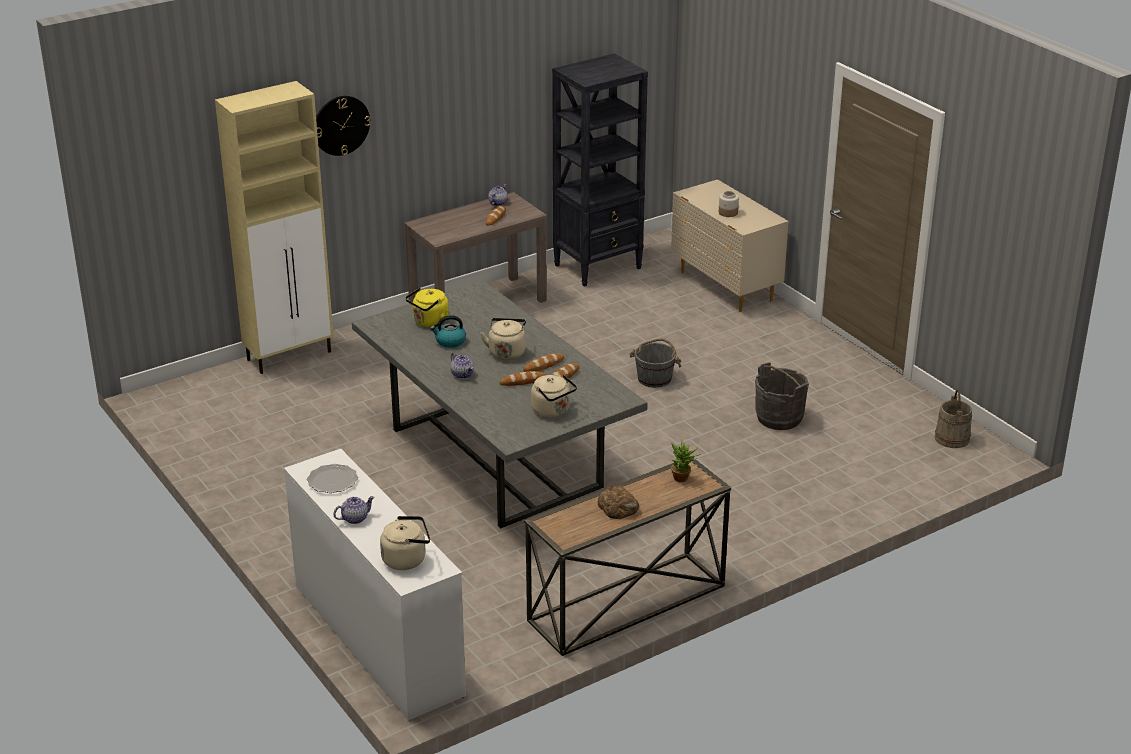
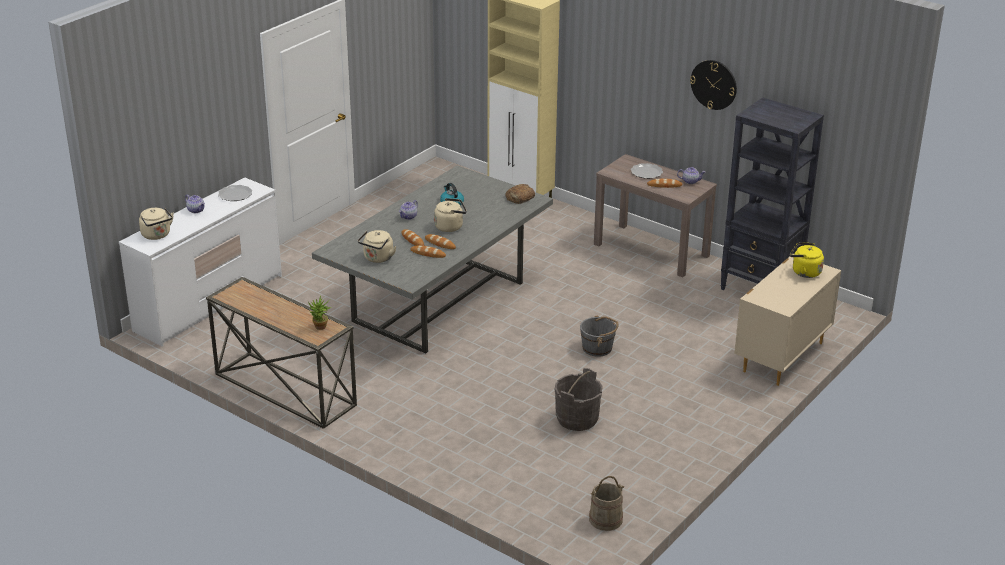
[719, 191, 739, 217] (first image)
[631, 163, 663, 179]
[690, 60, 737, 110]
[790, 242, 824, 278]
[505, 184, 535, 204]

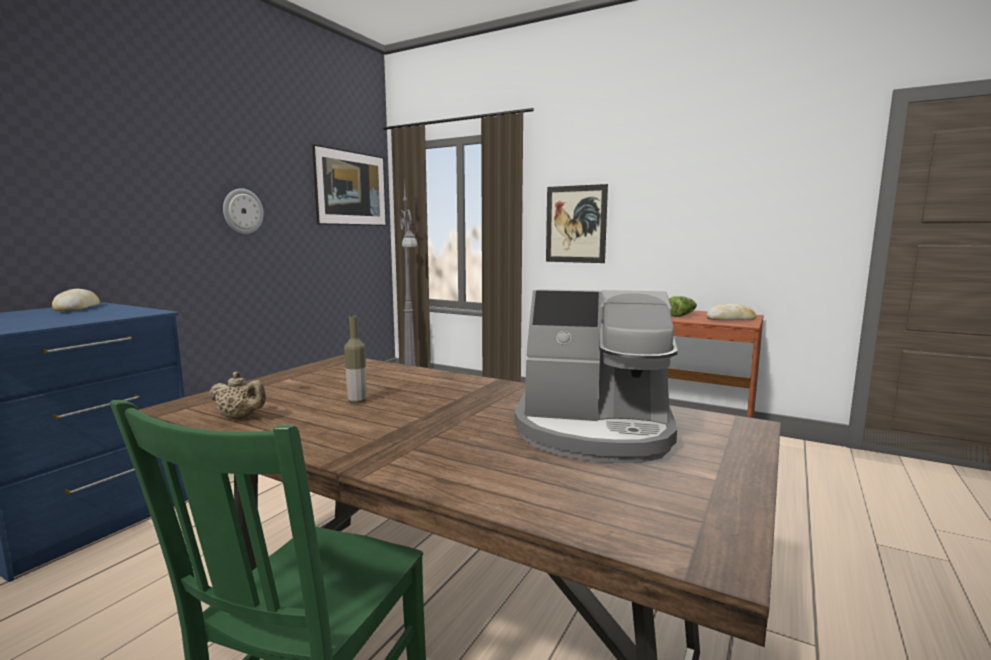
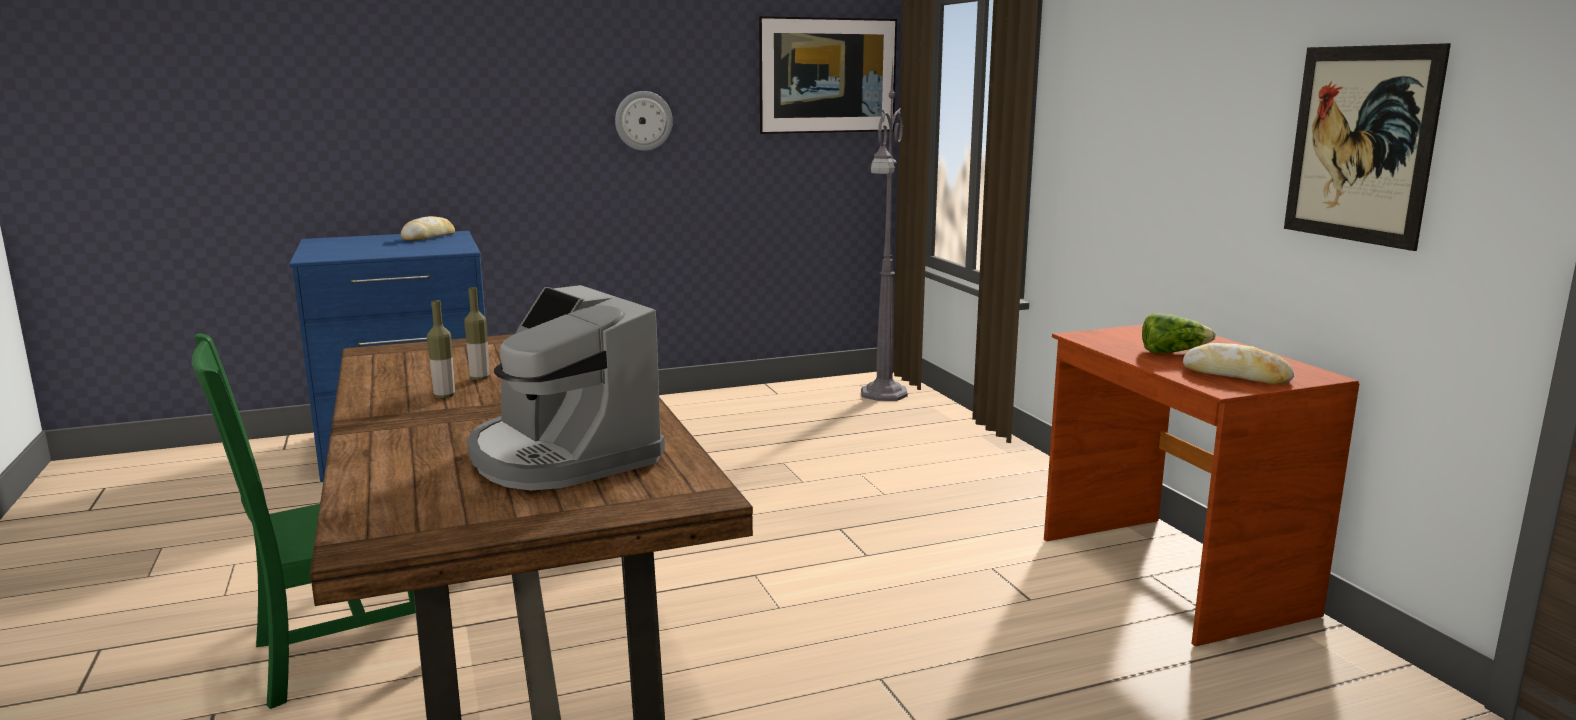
[209, 372, 266, 419] (first image)
[427, 300, 455, 398]
[1284, 43, 1451, 251]

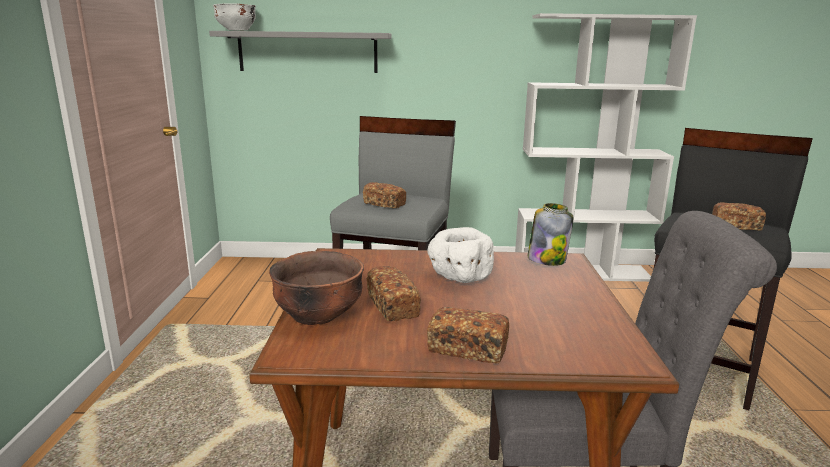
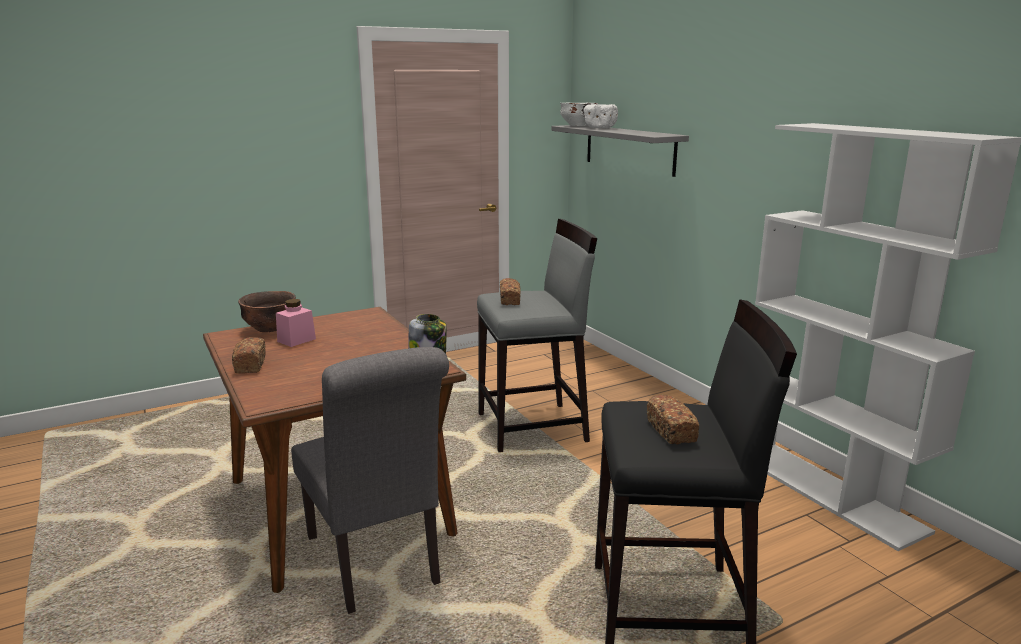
[584, 104, 618, 128]
[276, 299, 316, 347]

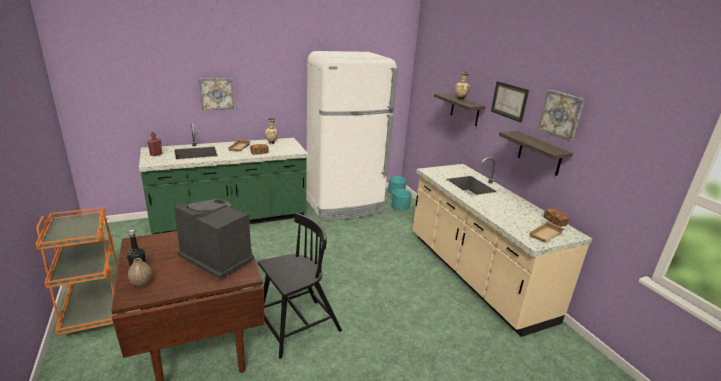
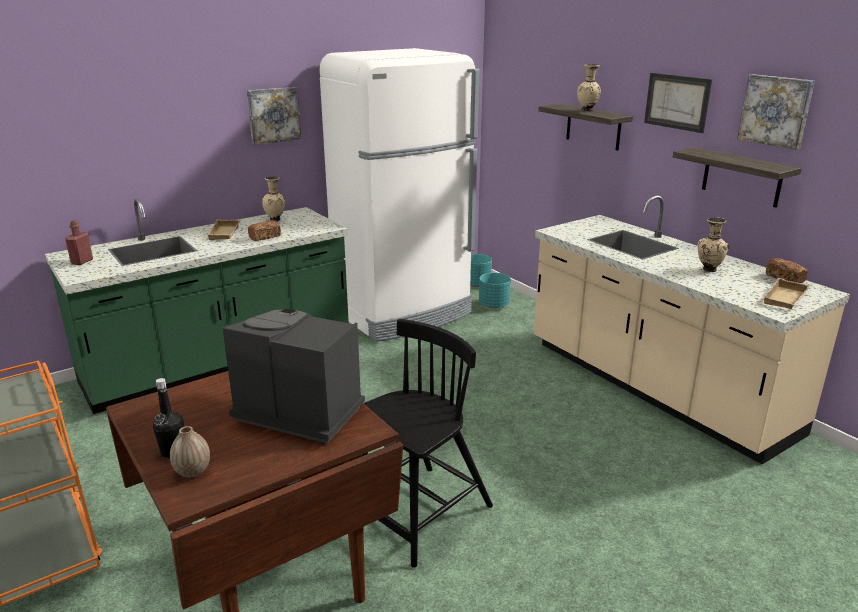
[697, 217, 729, 272]
[247, 87, 301, 145]

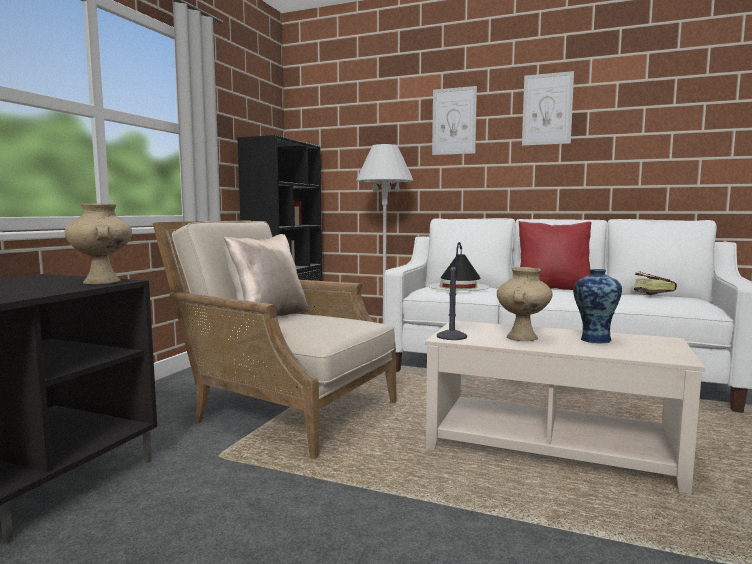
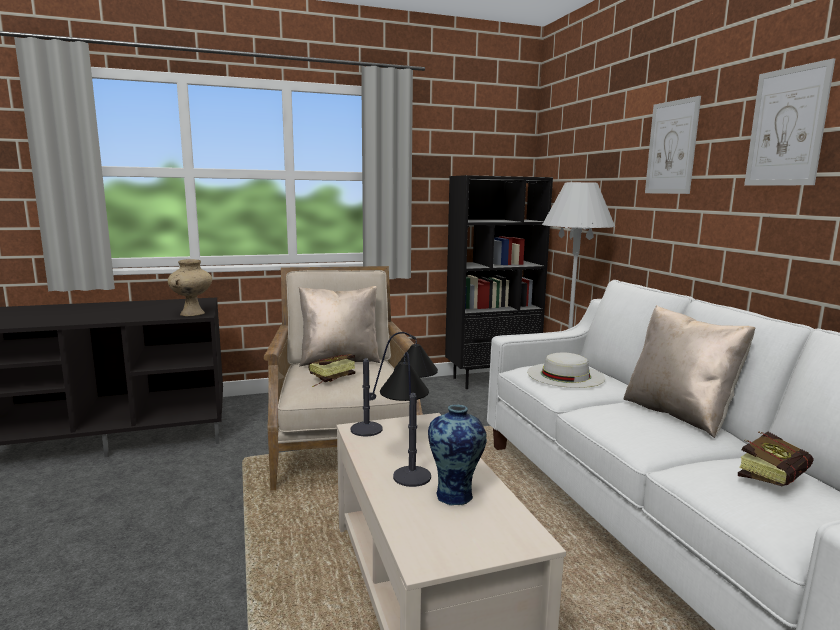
[308, 354, 355, 387]
[380, 352, 431, 487]
[624, 305, 755, 438]

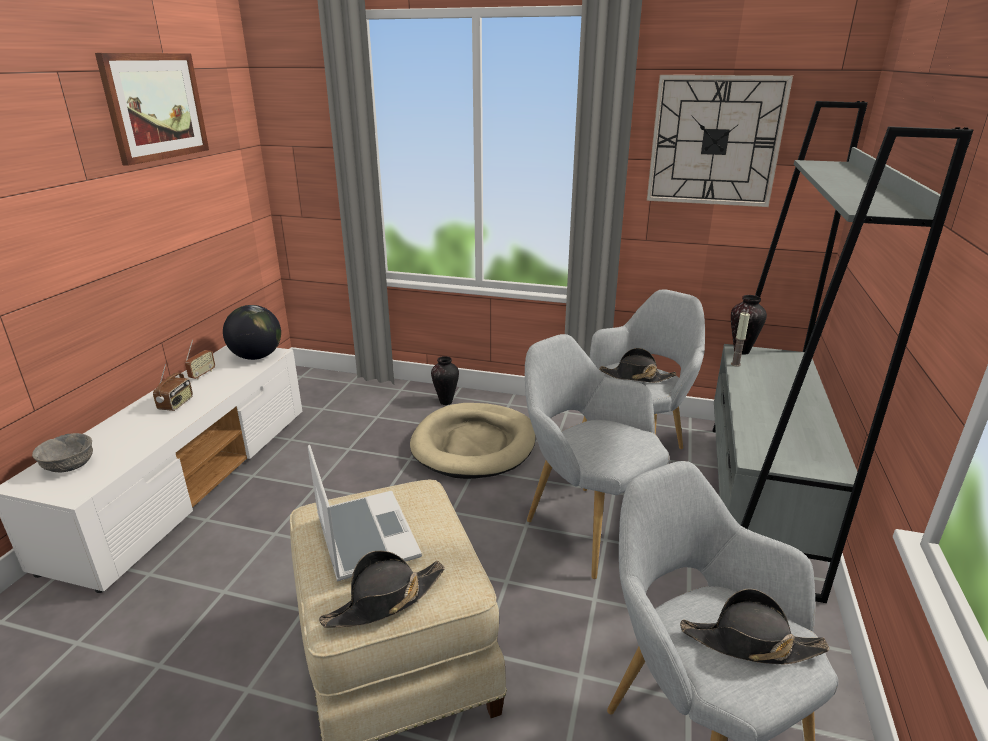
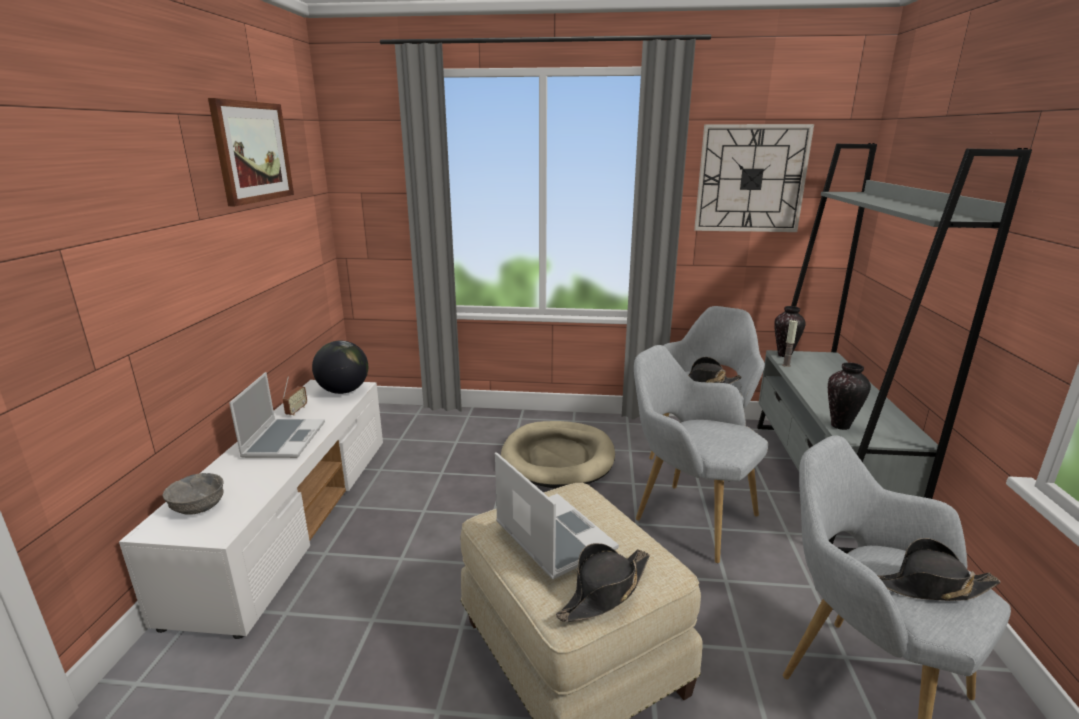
[828, 362, 871, 430]
[229, 372, 325, 458]

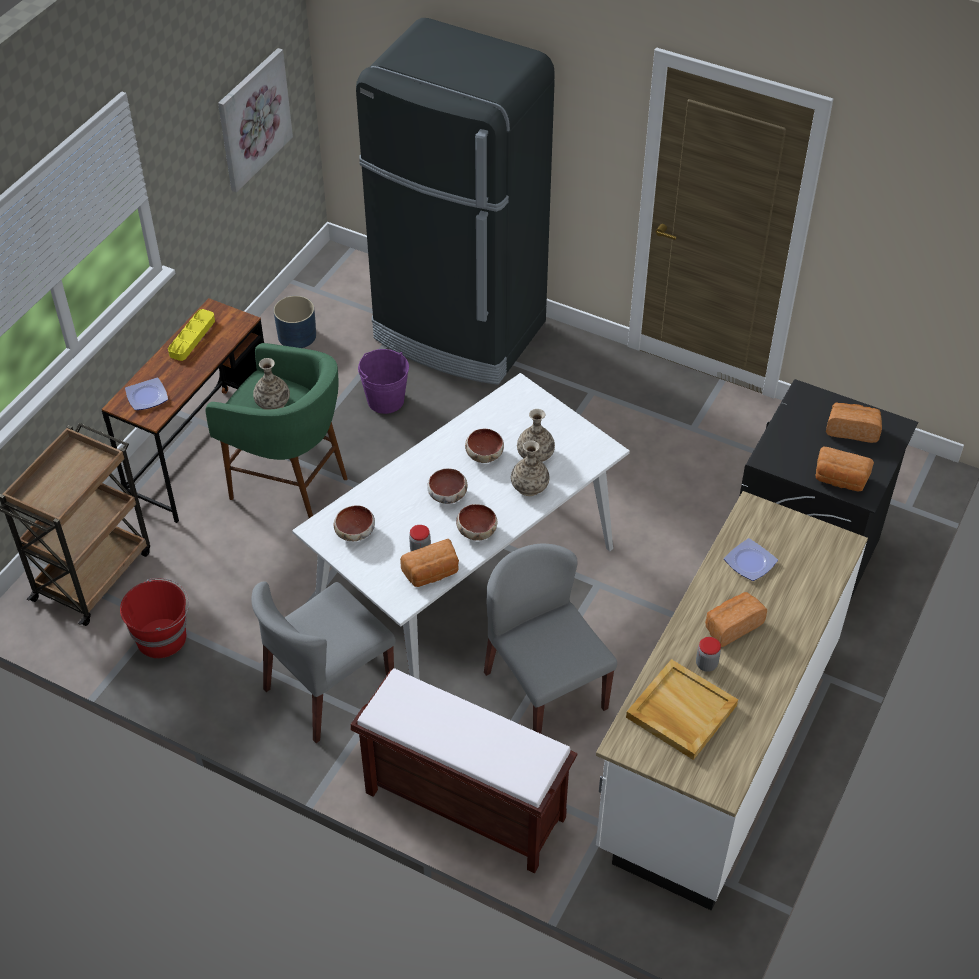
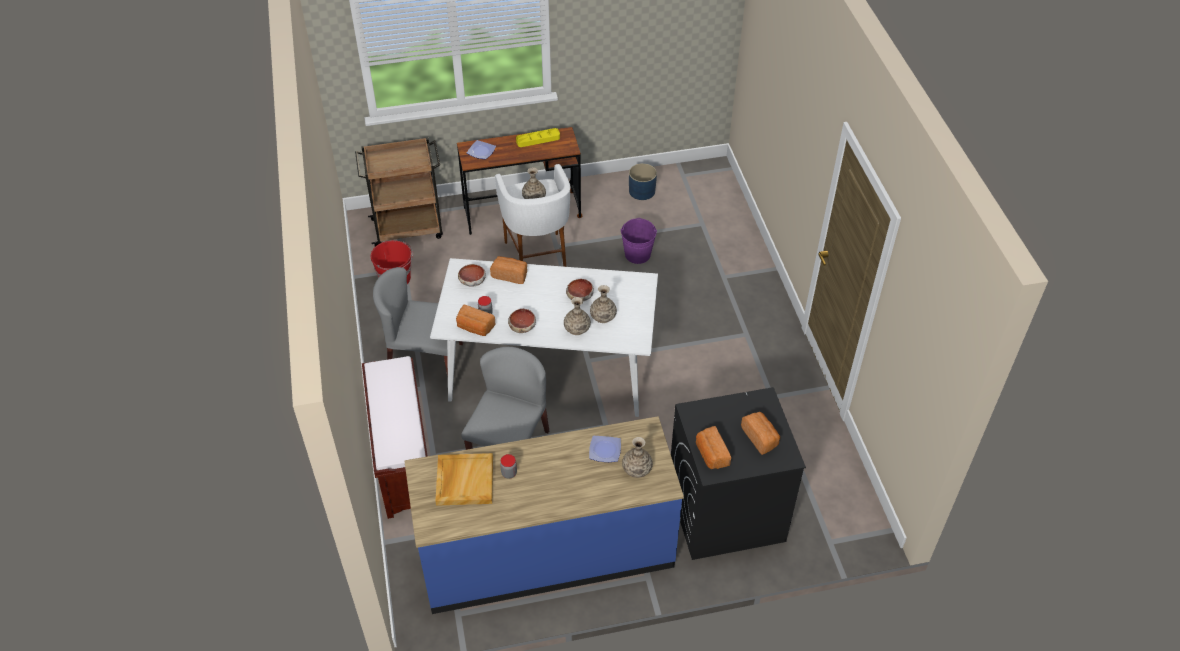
[218, 48, 293, 193] (first image)
[356, 18, 555, 385] (first image)
[427, 468, 467, 504] (first image)
[622, 437, 653, 478]
[490, 256, 527, 284]
[495, 164, 570, 267]
[404, 416, 684, 614]

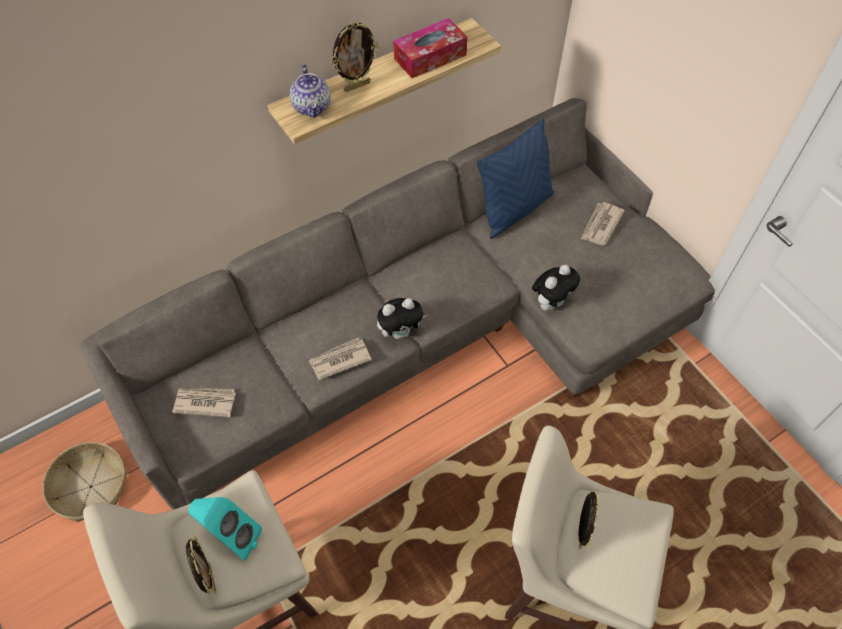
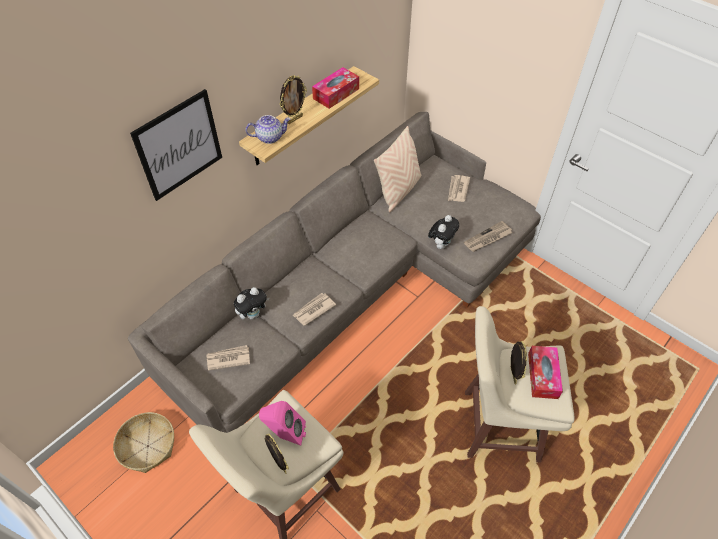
[130, 89, 222, 201]
[464, 221, 512, 252]
[528, 346, 563, 399]
[234, 287, 270, 319]
[259, 401, 306, 446]
[374, 126, 421, 213]
[245, 115, 291, 144]

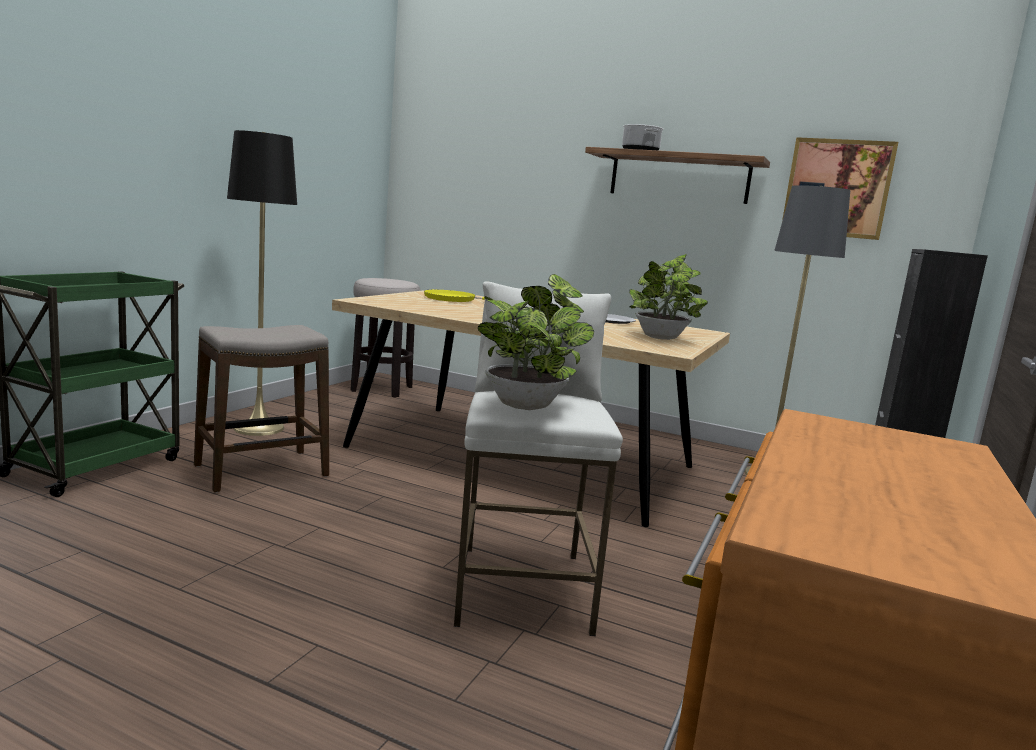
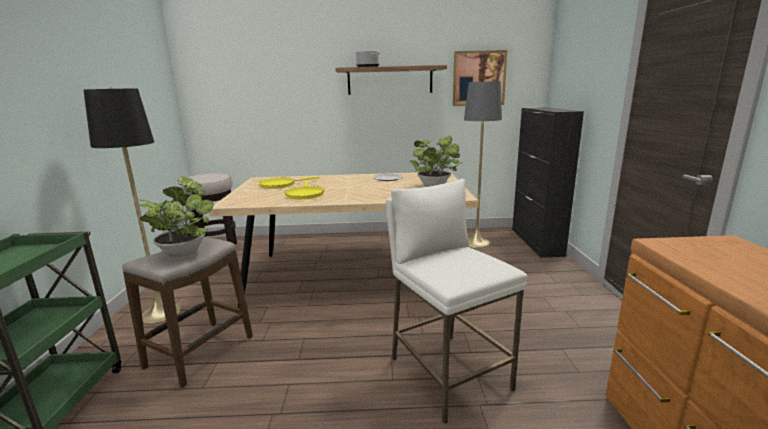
[284, 181, 324, 199]
[140, 176, 214, 257]

